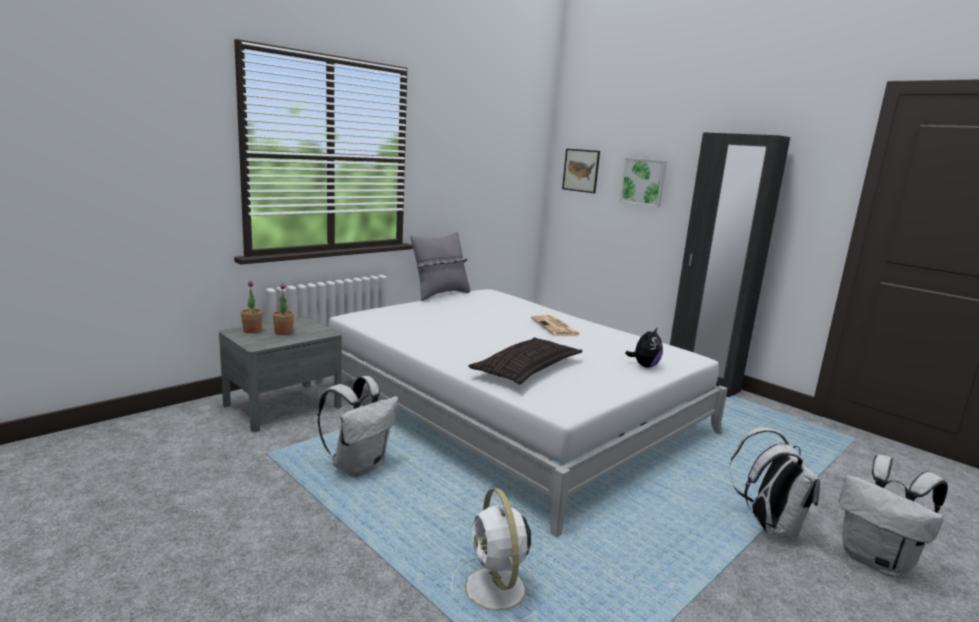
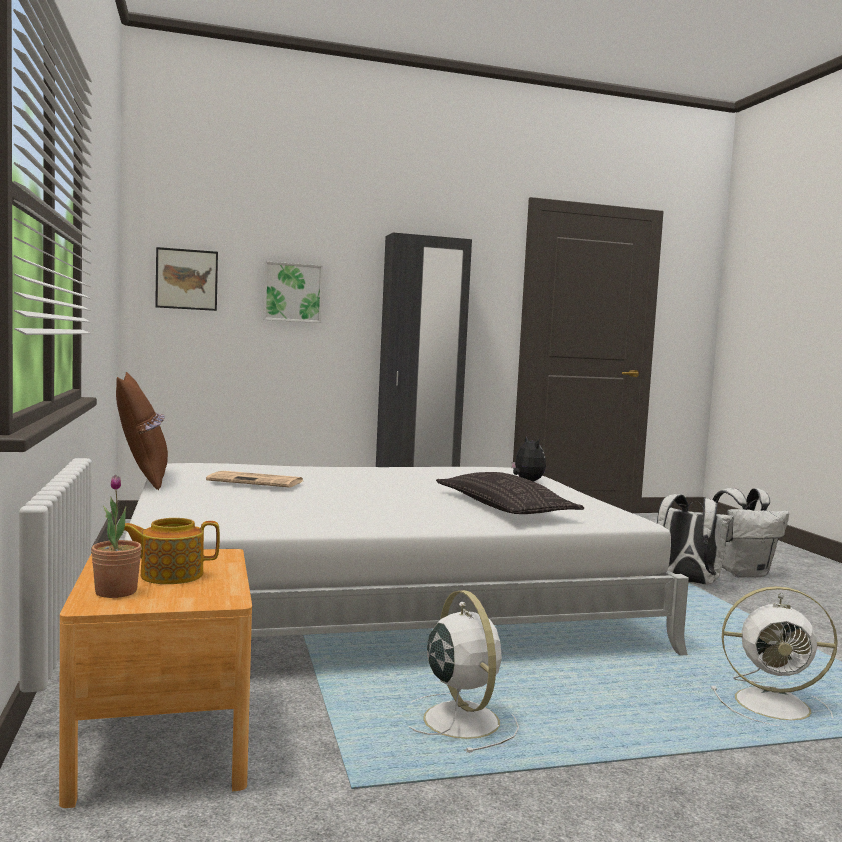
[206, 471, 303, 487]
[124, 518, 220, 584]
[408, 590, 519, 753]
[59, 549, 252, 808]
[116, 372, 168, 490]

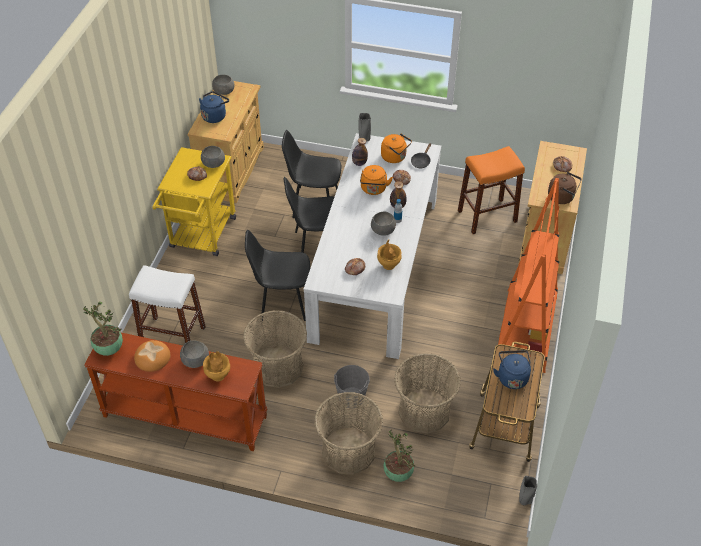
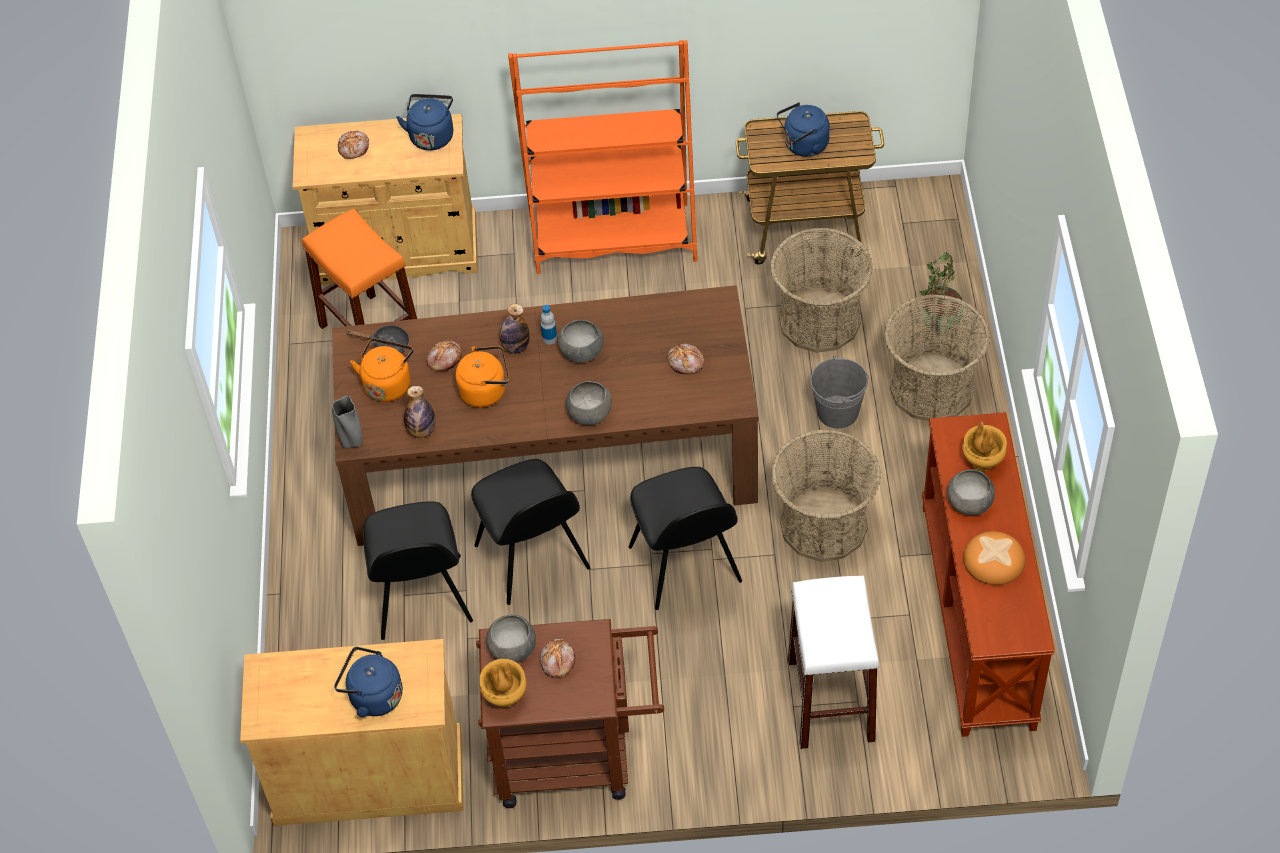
[82, 302, 123, 356] (first image)
[519, 476, 537, 505] (first image)
[566, 381, 612, 425]
[479, 659, 527, 708]
[476, 619, 664, 808]
[332, 285, 758, 546]
[396, 94, 453, 151]

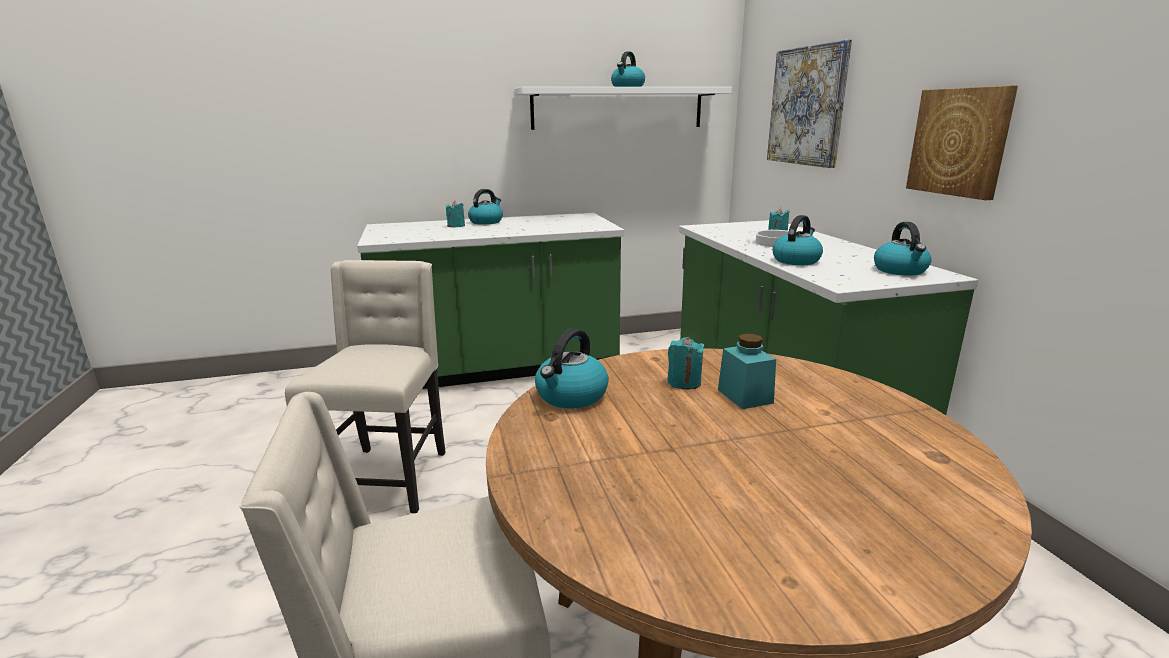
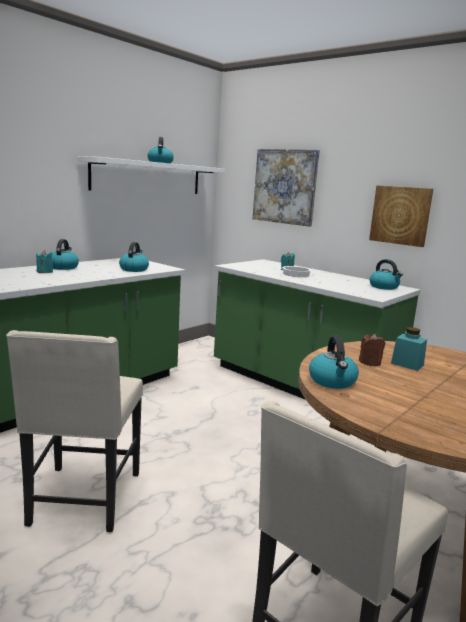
[119, 242, 149, 272]
[359, 334, 385, 366]
[6, 330, 143, 532]

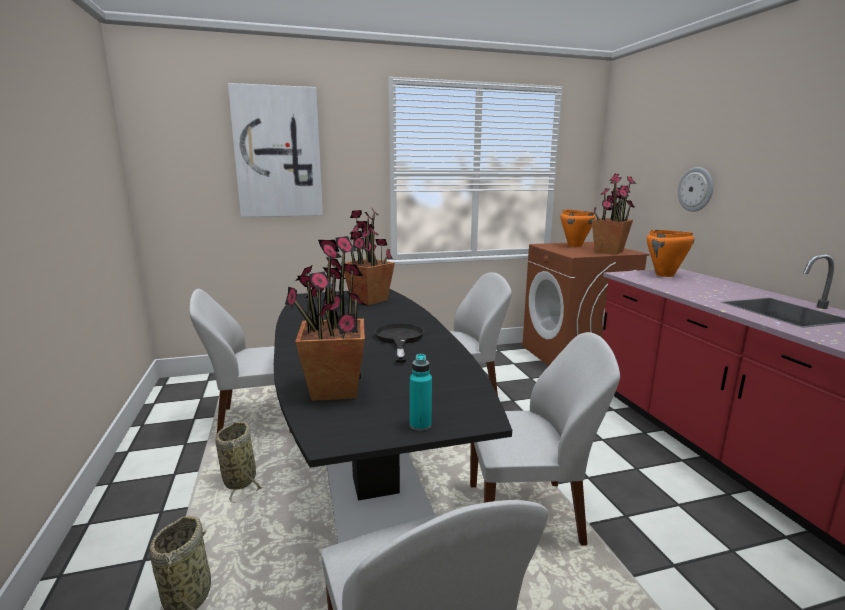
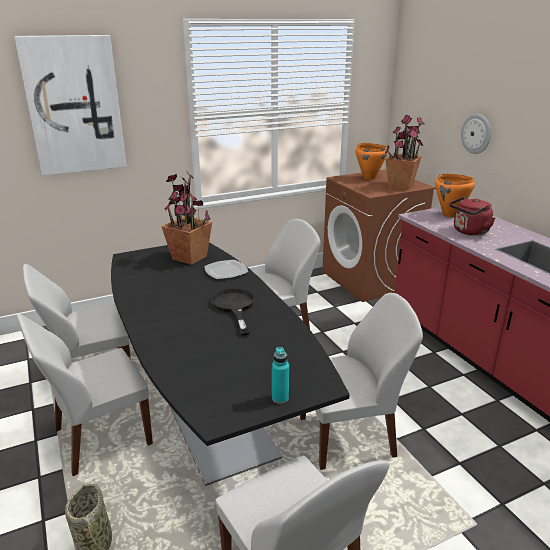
[285, 236, 366, 401] (first image)
[205, 260, 248, 279]
[449, 196, 495, 236]
[17, 314, 153, 476]

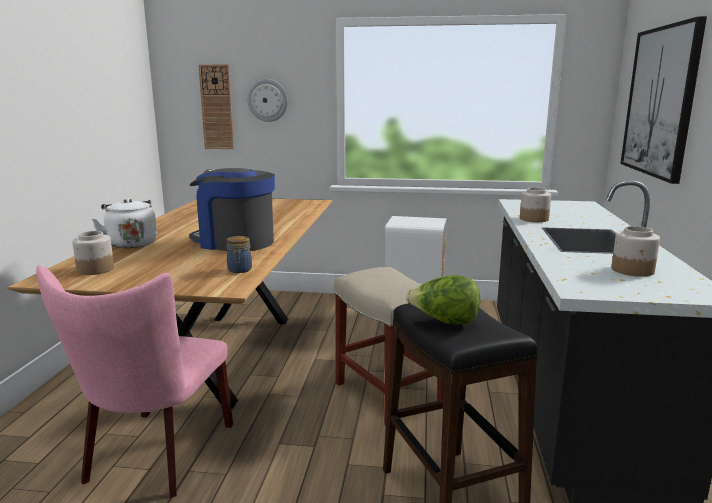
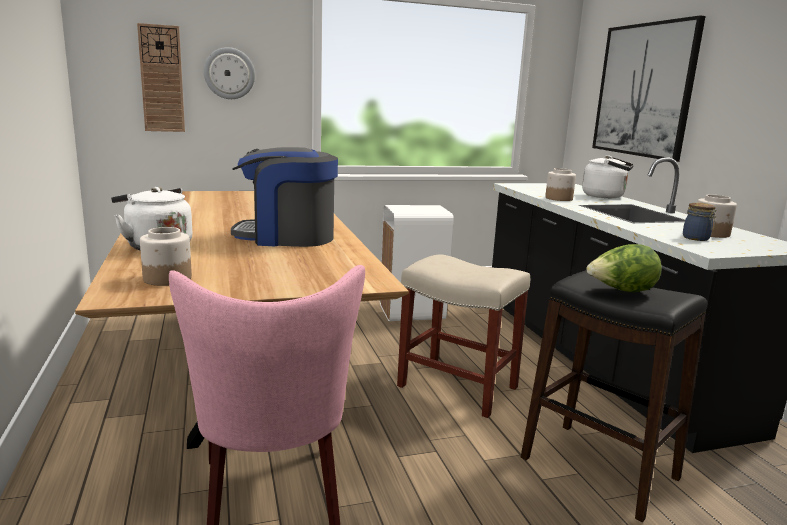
[582, 155, 634, 198]
[683, 203, 717, 241]

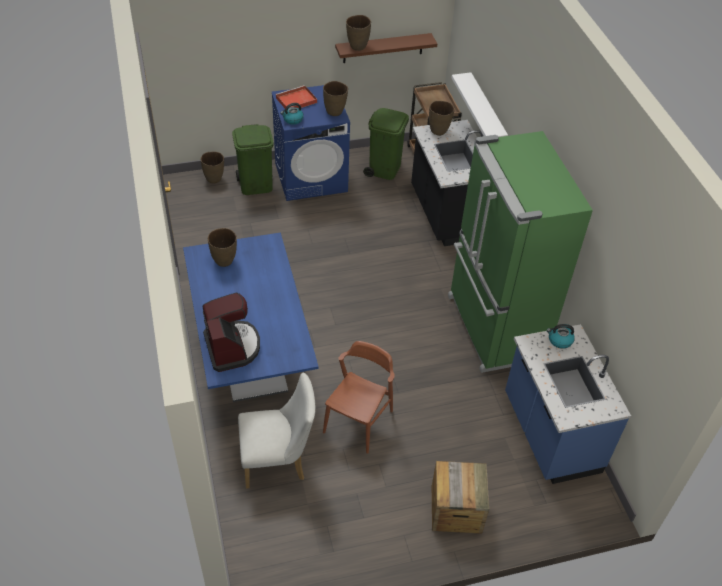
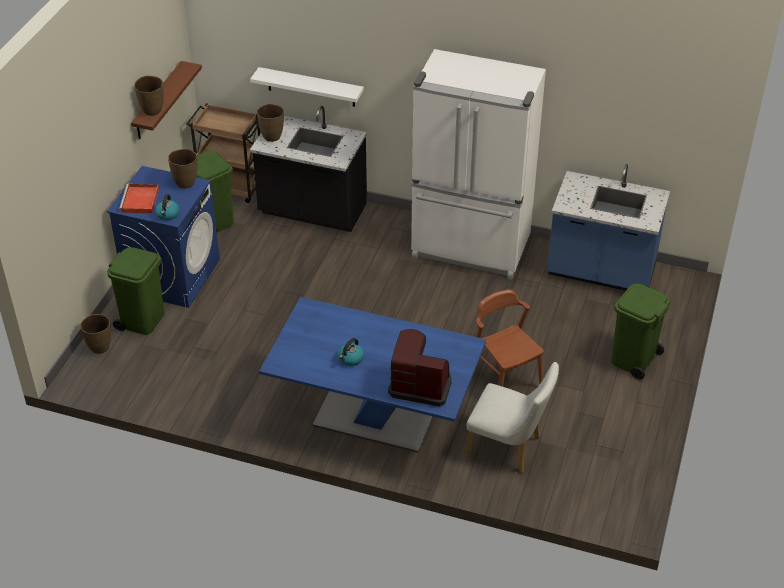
[208, 228, 237, 267] (first image)
[338, 338, 364, 366]
[611, 284, 670, 380]
[411, 49, 546, 280]
[466, 362, 559, 473]

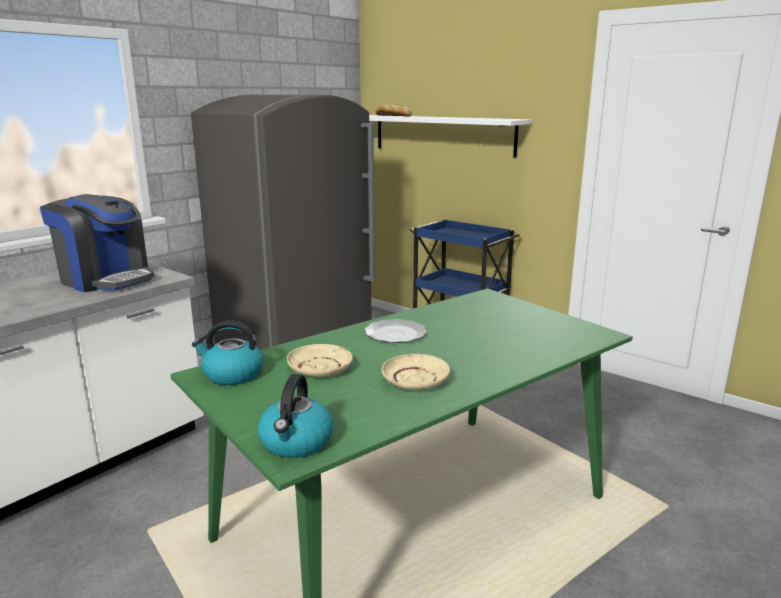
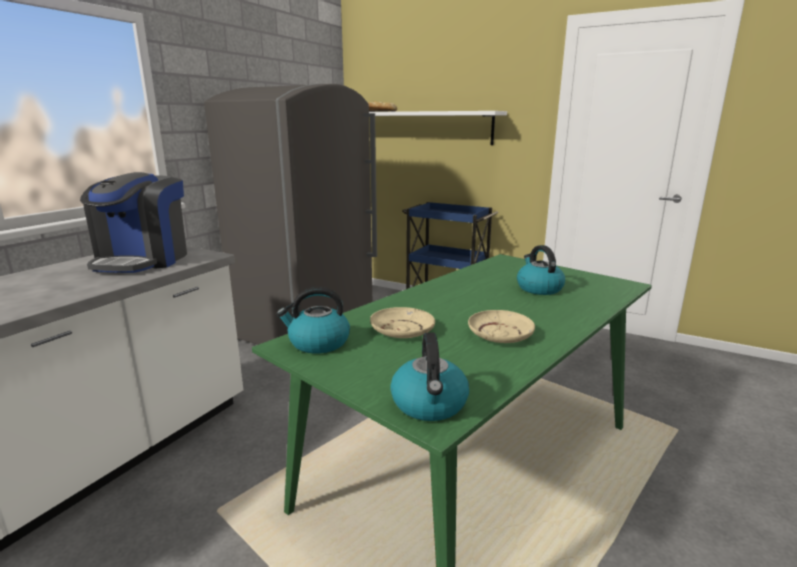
[365, 319, 427, 343] (first image)
[517, 245, 565, 295]
[80, 172, 187, 273]

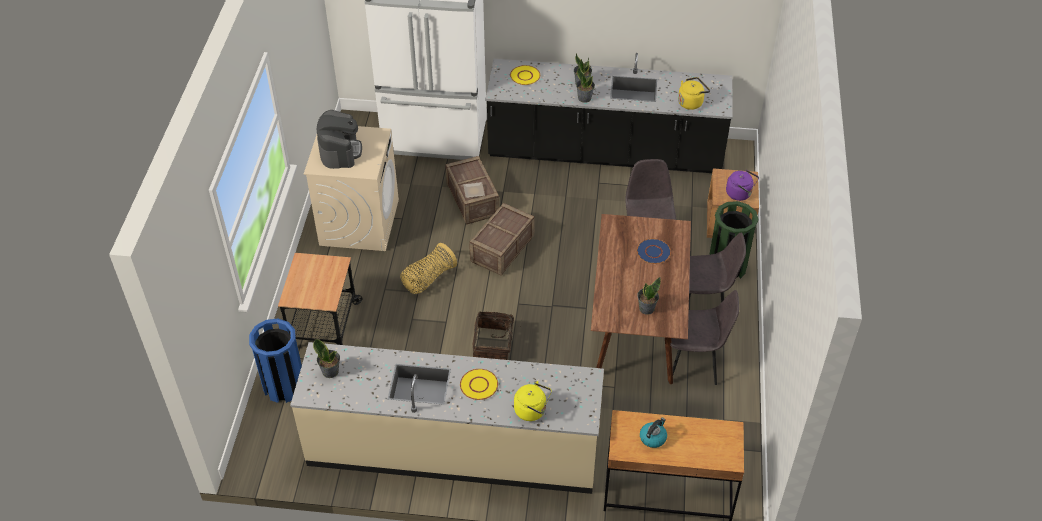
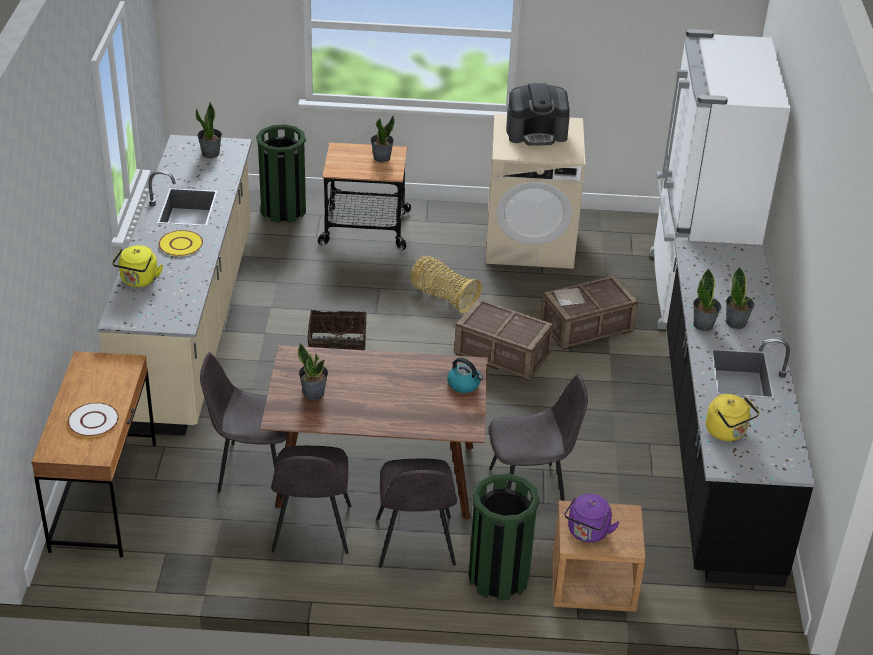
[510, 65, 540, 85] (first image)
[637, 239, 671, 264] (first image)
[68, 403, 119, 436]
[200, 352, 288, 493]
[371, 115, 394, 162]
[447, 358, 483, 393]
[256, 124, 306, 223]

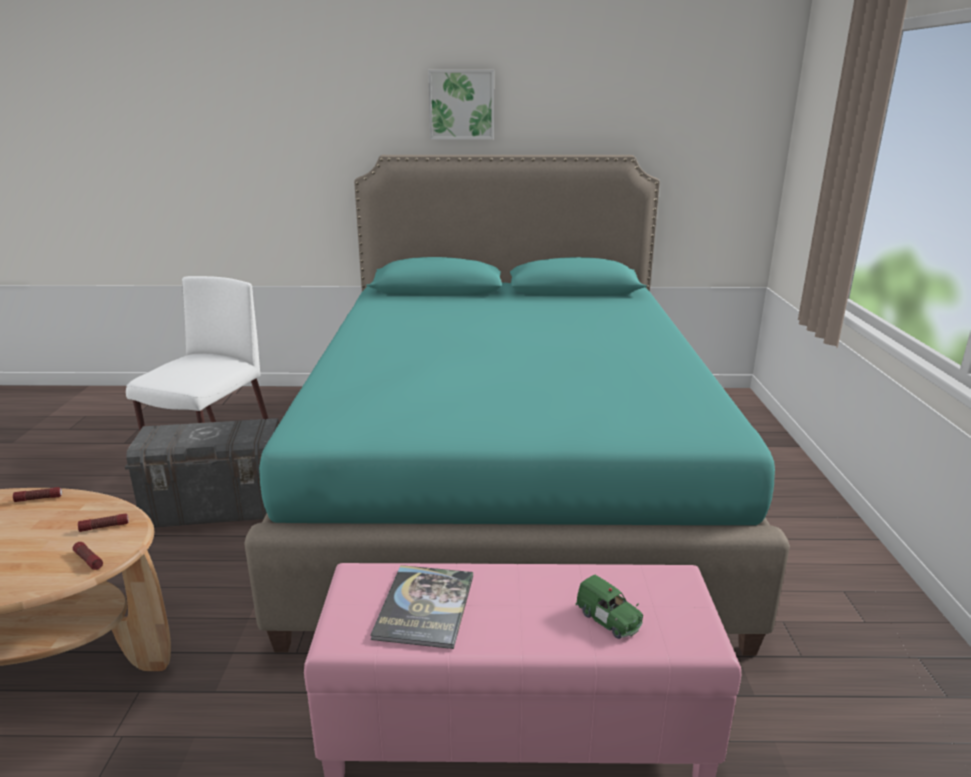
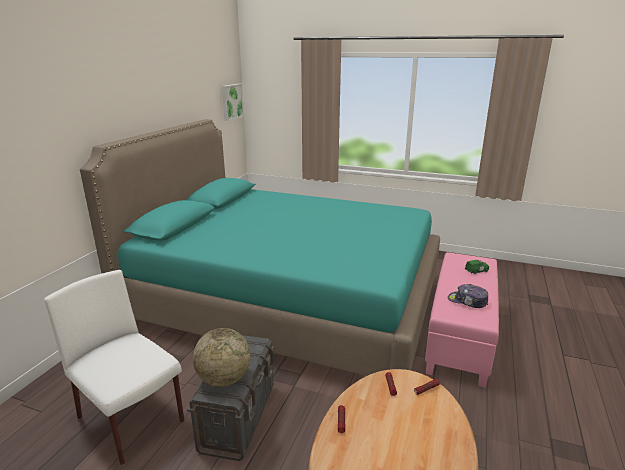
[193, 328, 250, 387]
[222, 84, 244, 121]
[448, 284, 488, 308]

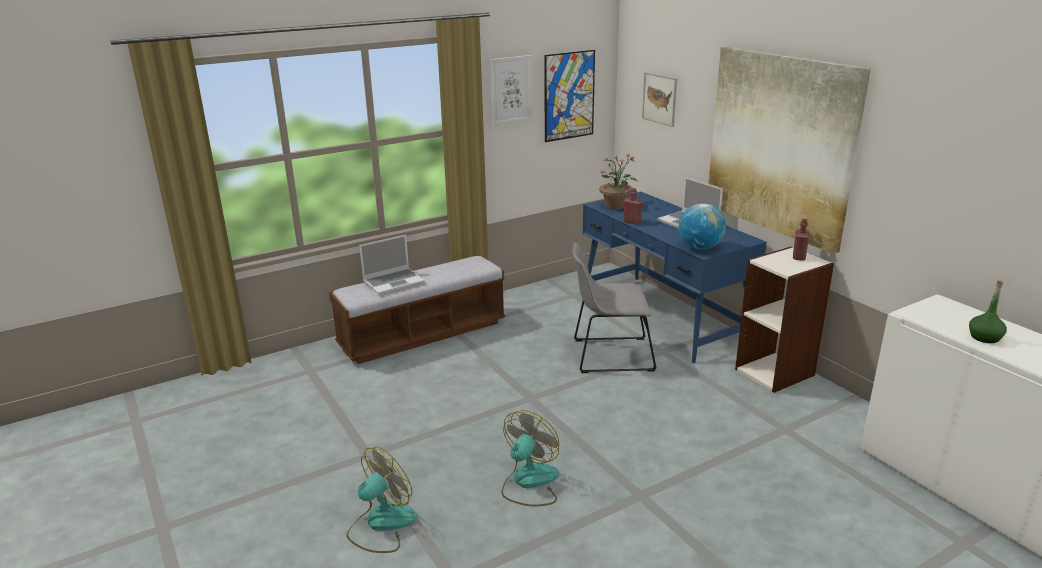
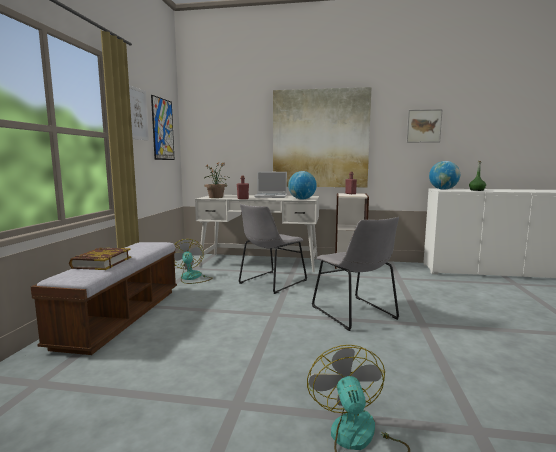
[312, 217, 399, 331]
[429, 161, 460, 190]
[174, 239, 212, 284]
[407, 109, 443, 143]
[69, 248, 131, 270]
[195, 195, 319, 272]

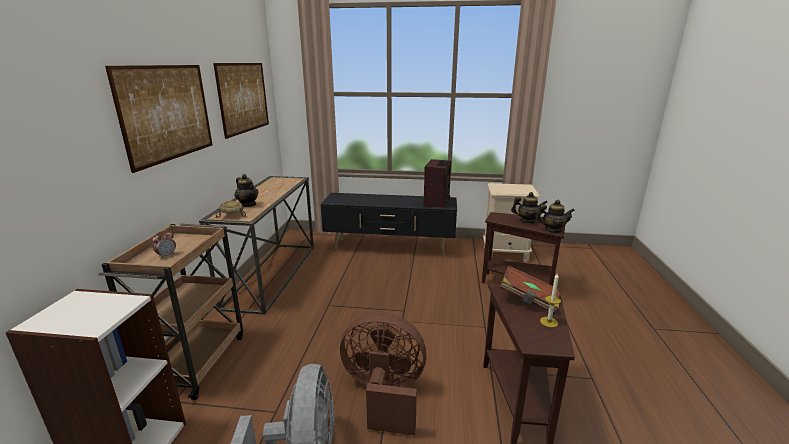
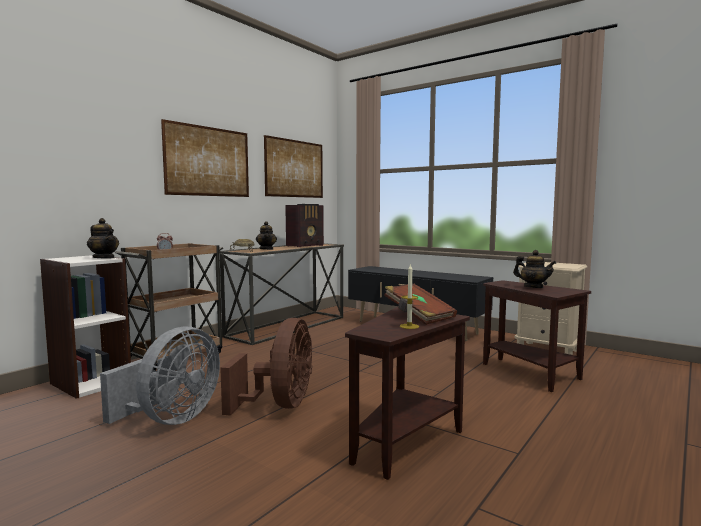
[285, 204, 324, 247]
[87, 218, 119, 258]
[220, 318, 312, 416]

